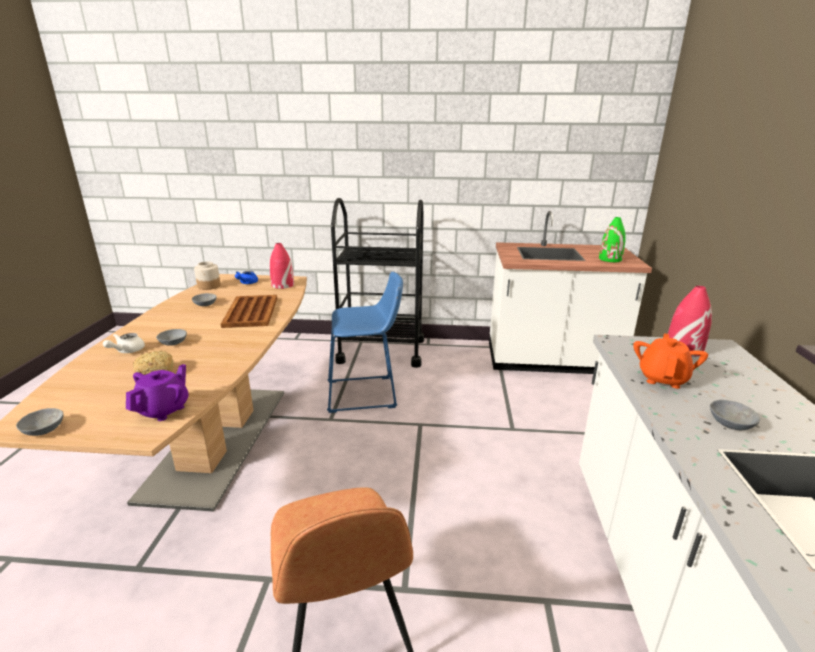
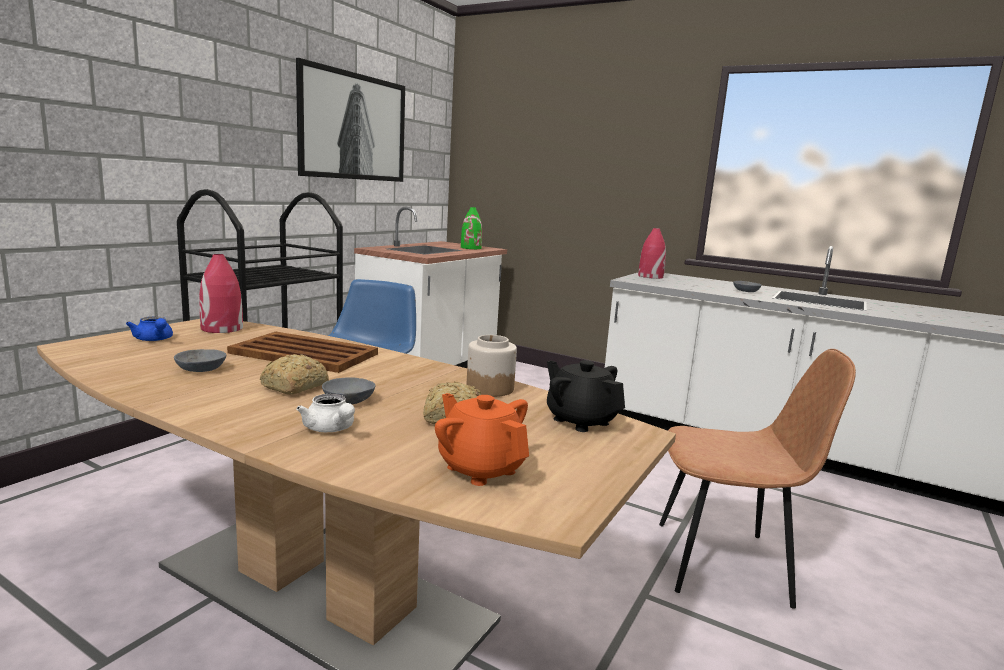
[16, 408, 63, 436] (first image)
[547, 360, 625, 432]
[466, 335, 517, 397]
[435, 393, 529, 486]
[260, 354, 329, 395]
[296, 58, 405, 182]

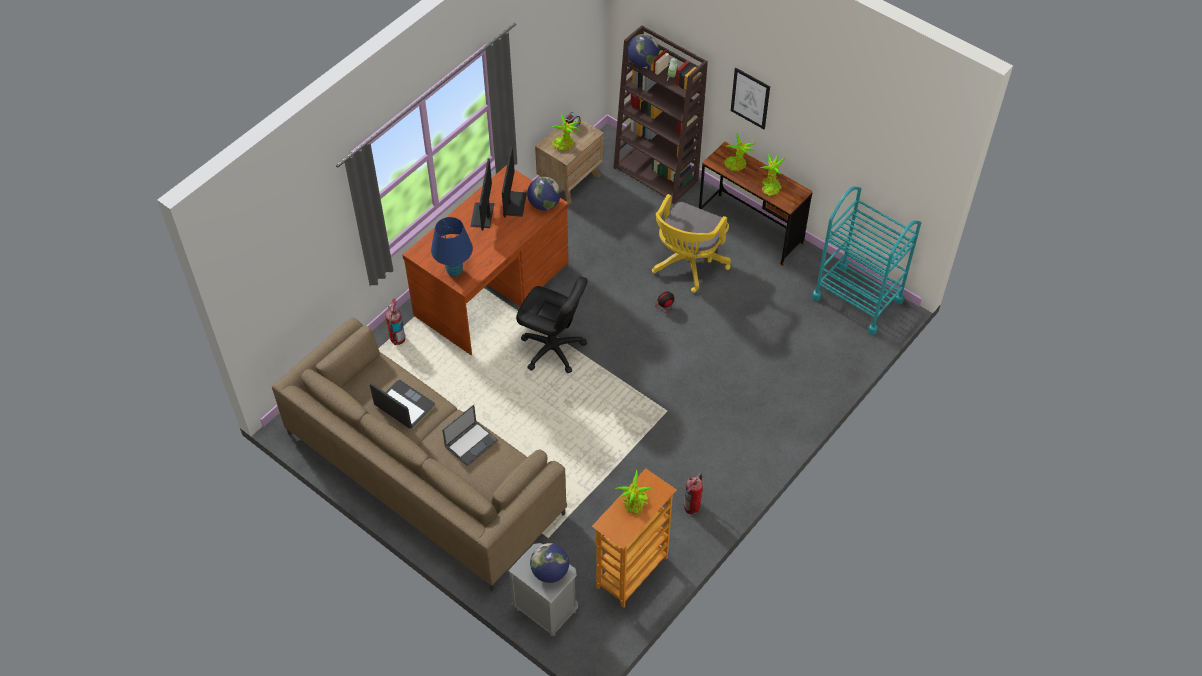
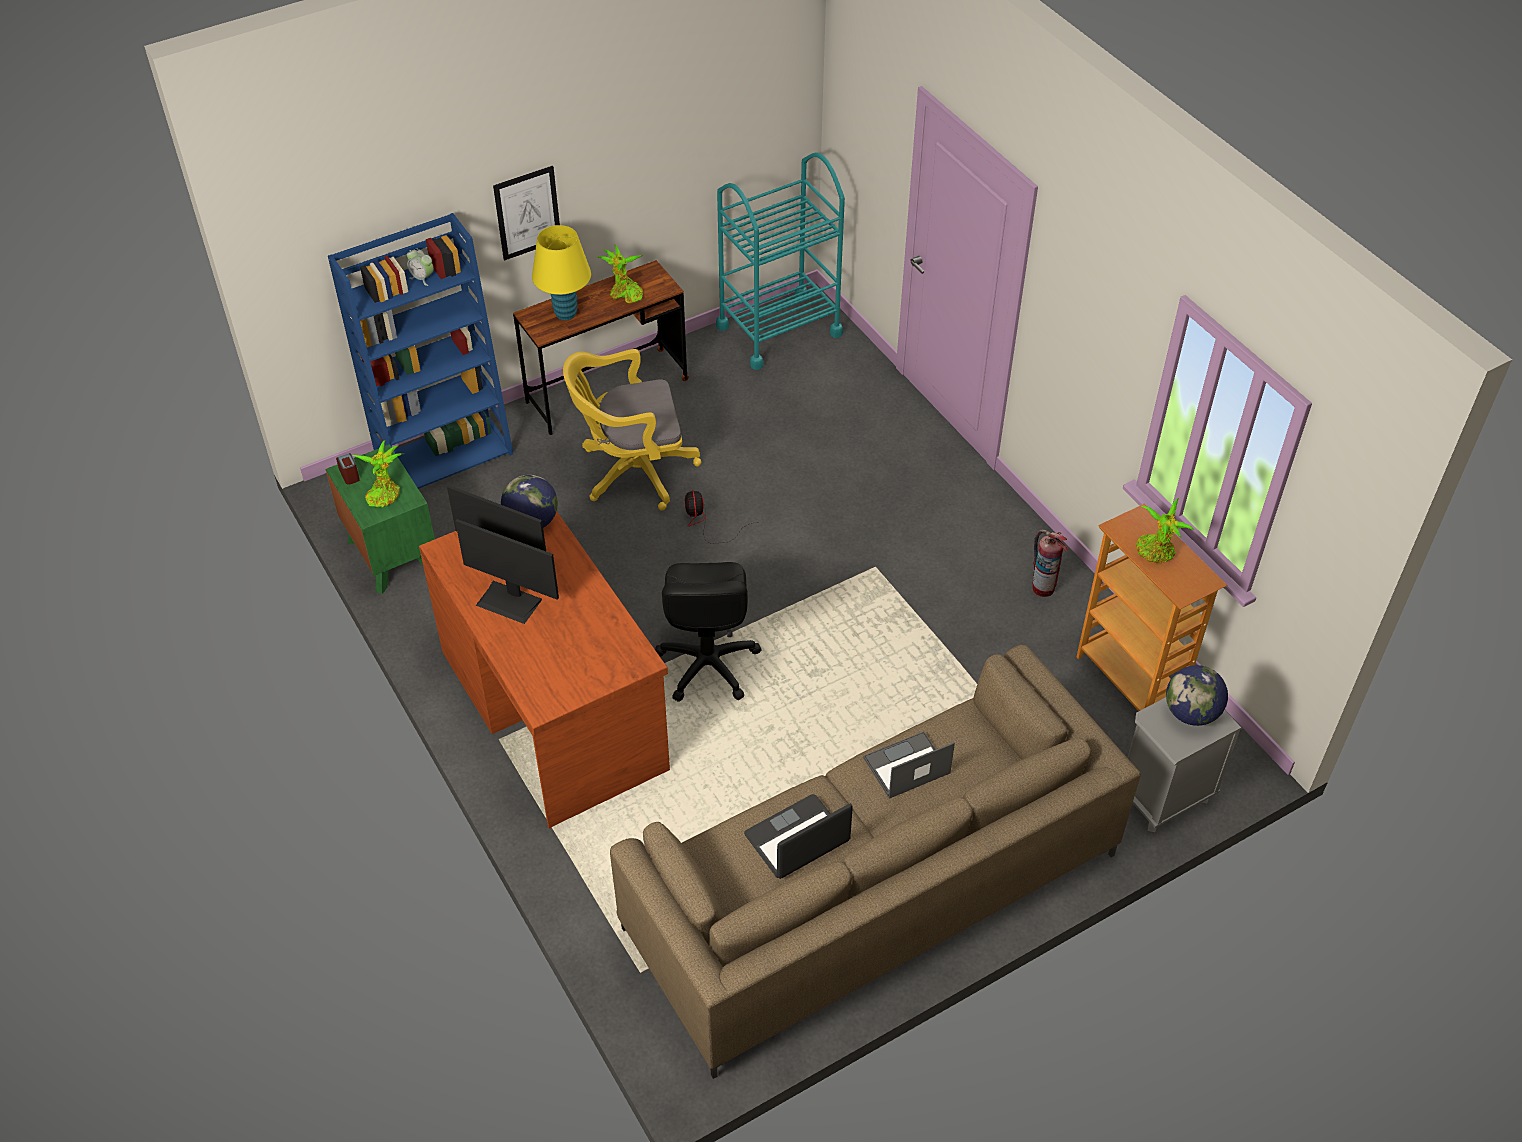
[385, 299, 405, 345] (first image)
[431, 217, 473, 277] (first image)
[863, 731, 955, 799]
[655, 562, 762, 702]
[326, 444, 435, 594]
[328, 213, 513, 489]
[627, 34, 659, 67] (first image)
[563, 349, 701, 511]
[532, 225, 591, 320]

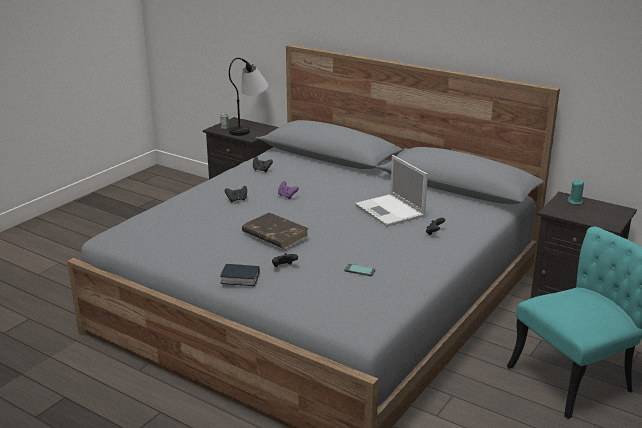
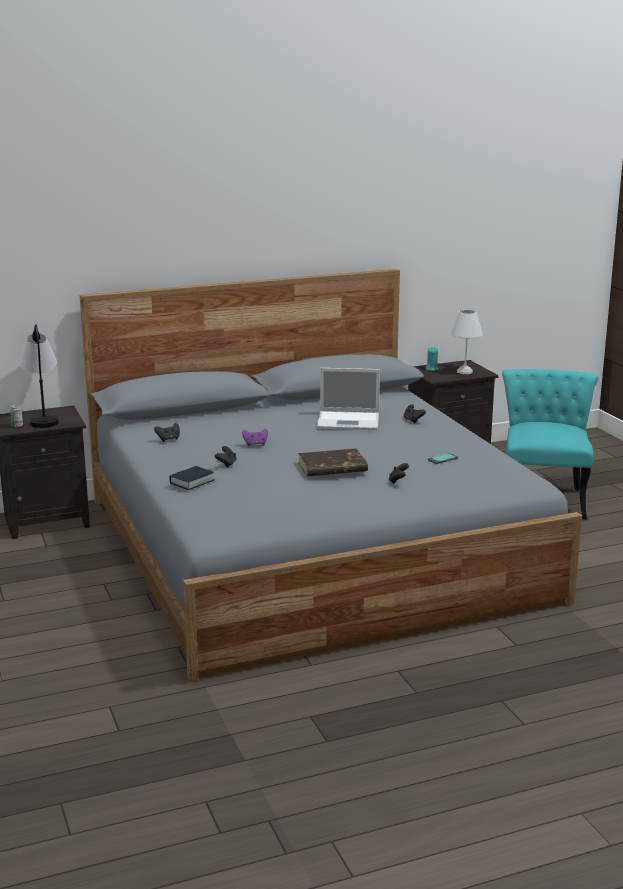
[169, 466, 215, 490]
[451, 310, 483, 374]

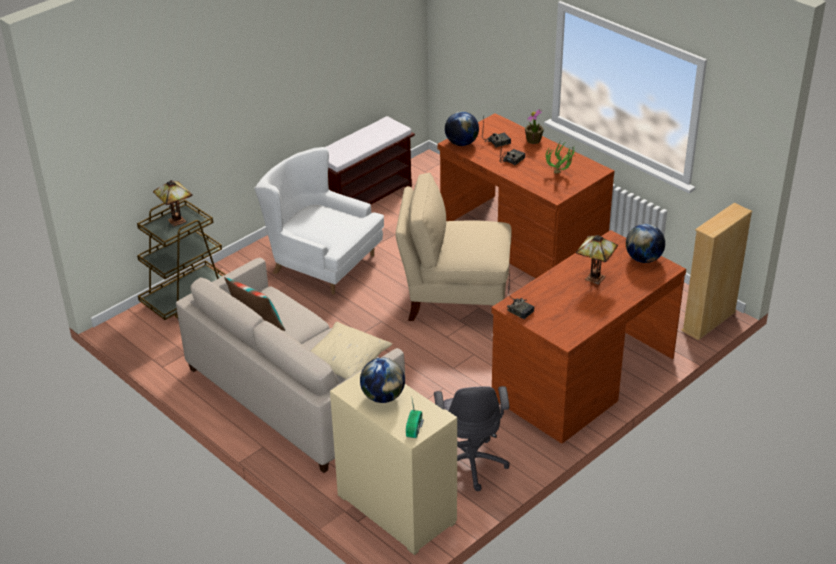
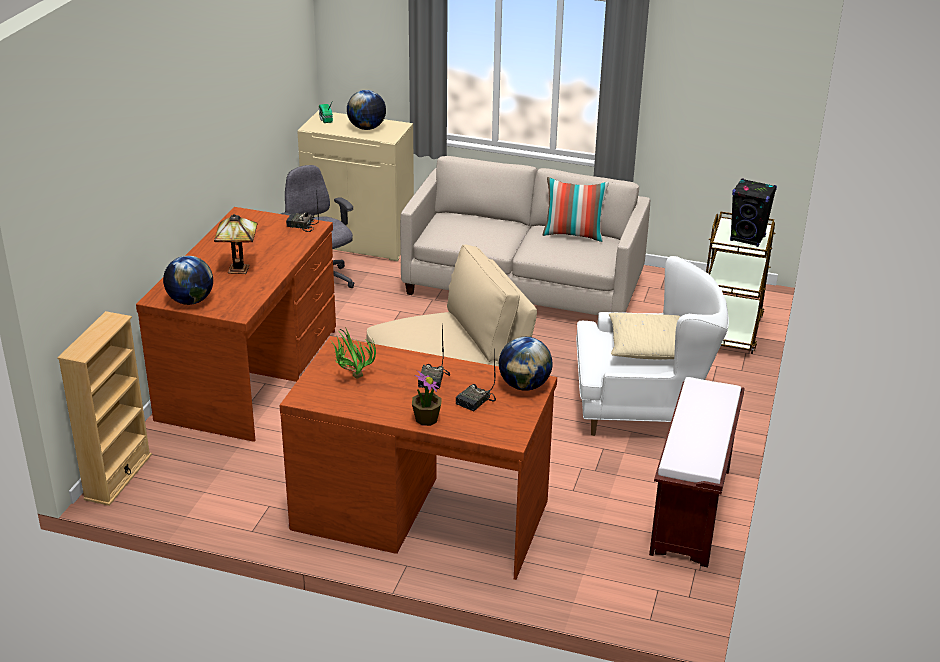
[730, 178, 777, 247]
[609, 313, 680, 360]

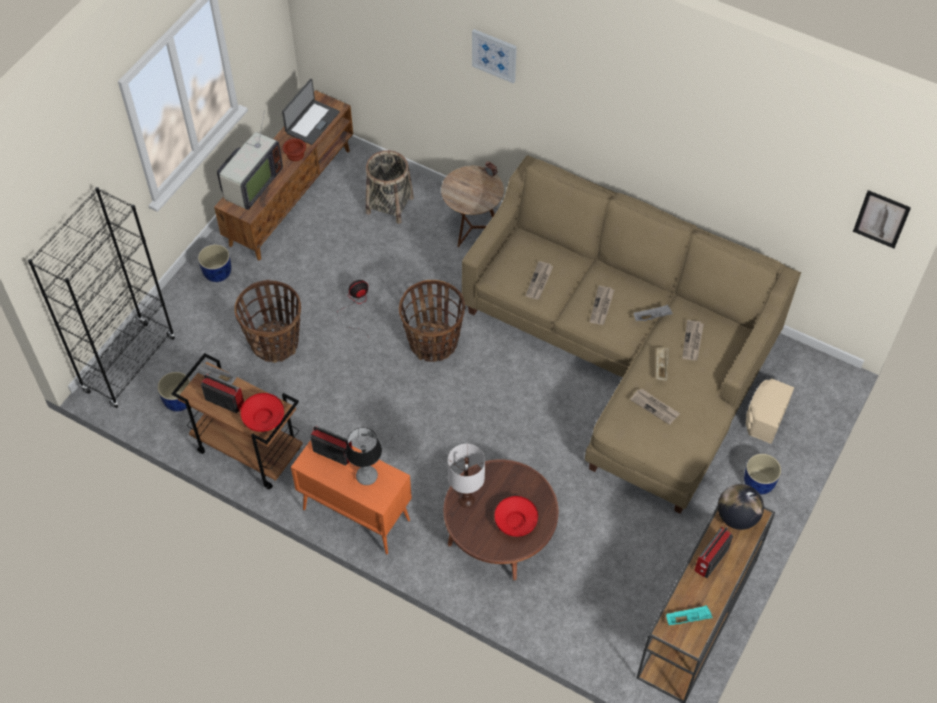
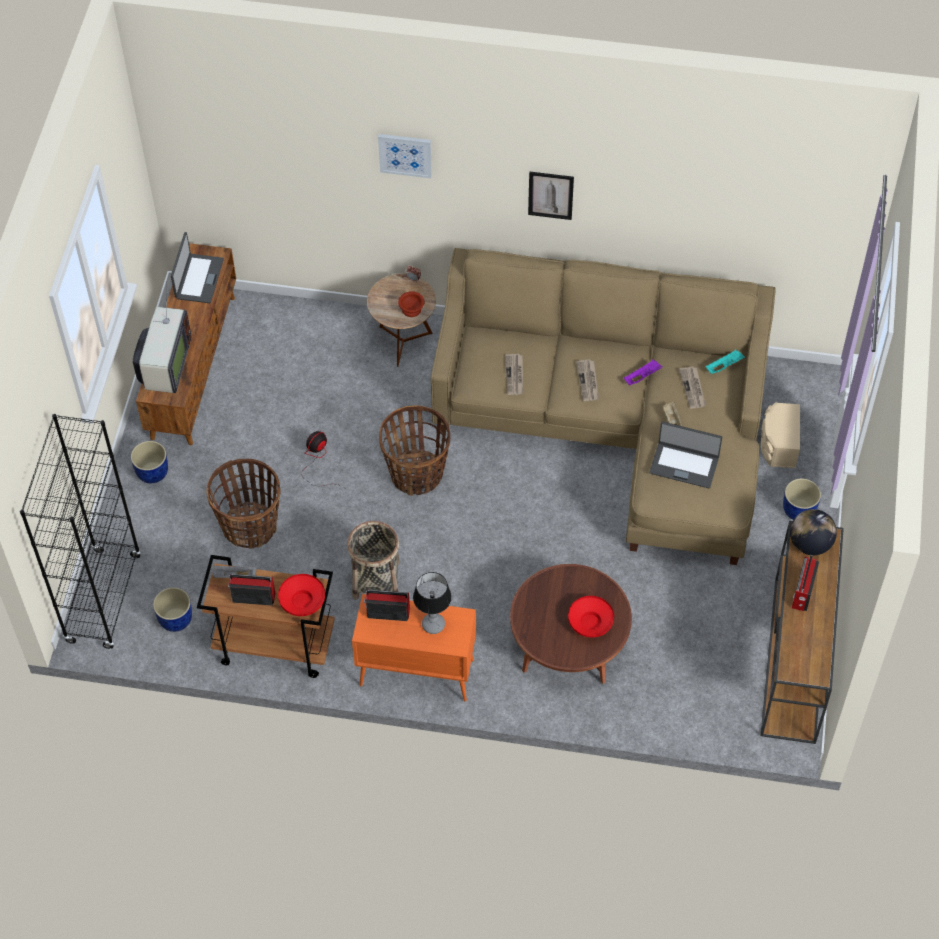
[398, 291, 424, 317]
[347, 521, 400, 600]
[448, 444, 485, 508] (first image)
[649, 422, 722, 488]
[624, 360, 663, 386]
[706, 349, 745, 374]
[528, 172, 574, 220]

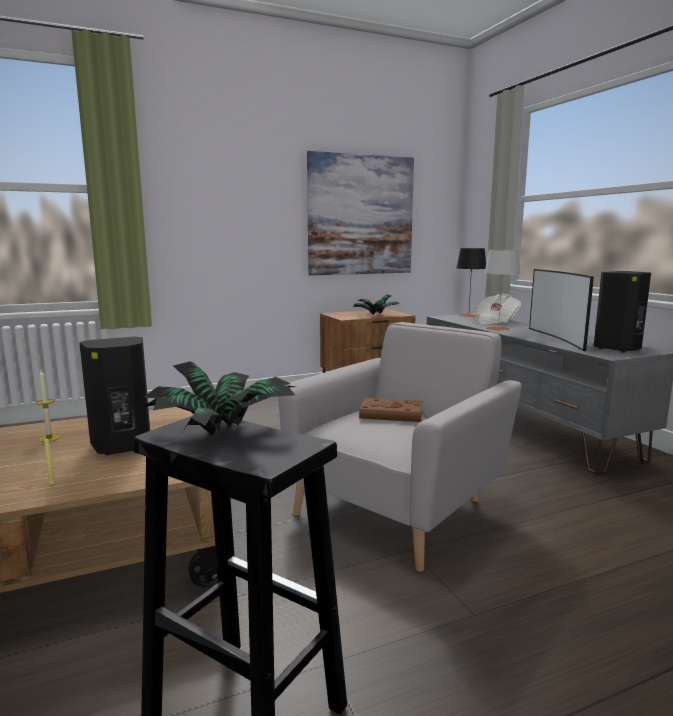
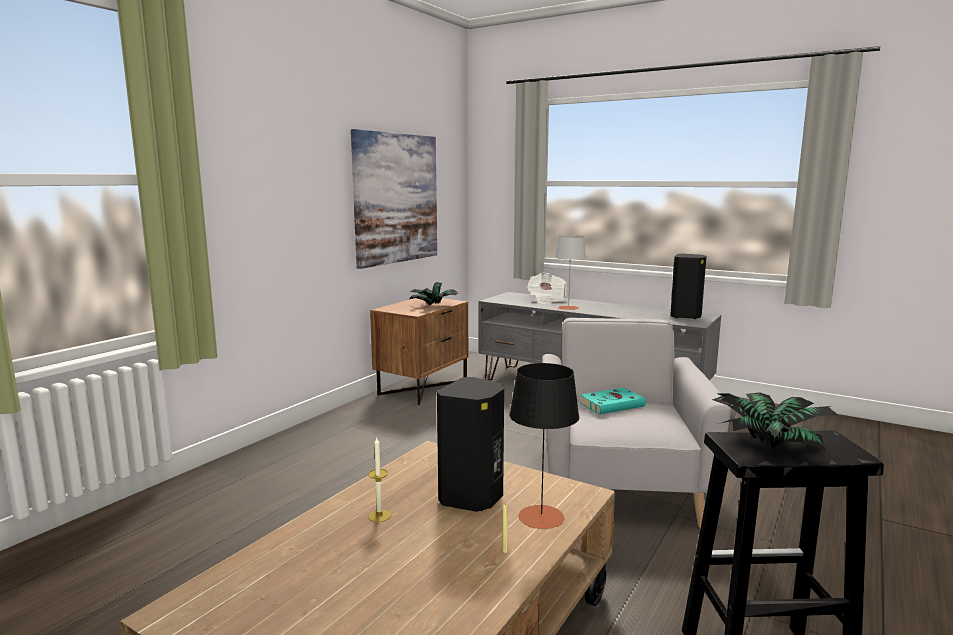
[580, 388, 646, 414]
[509, 363, 579, 529]
[529, 269, 594, 351] (first image)

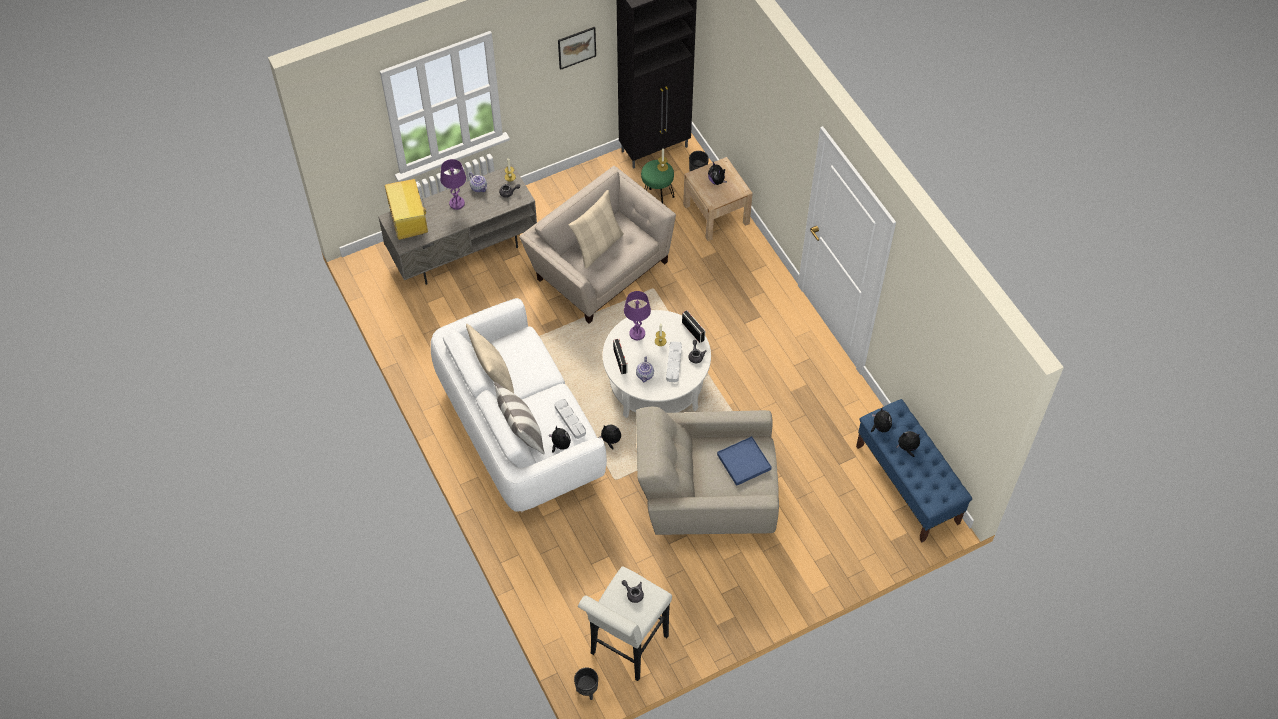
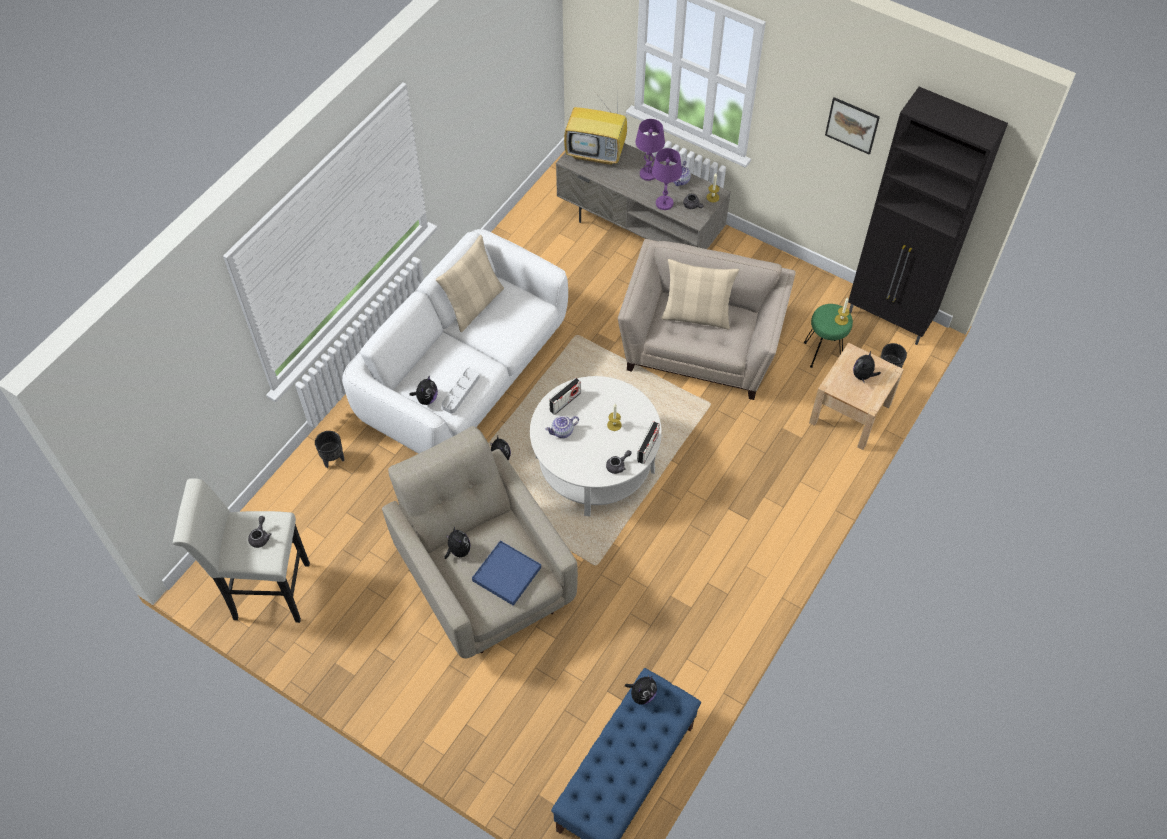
[564, 93, 627, 165]
[494, 382, 545, 454] (first image)
[315, 431, 344, 468]
[652, 148, 682, 210]
[666, 341, 682, 382] (first image)
[445, 526, 471, 559]

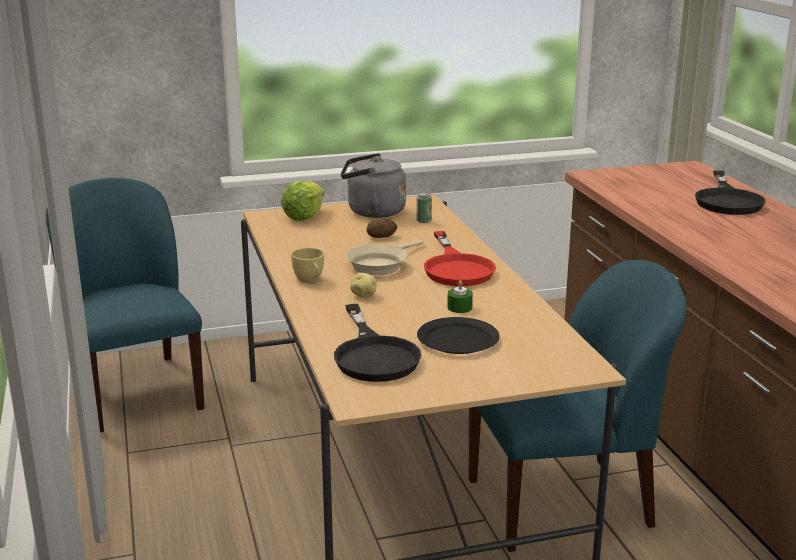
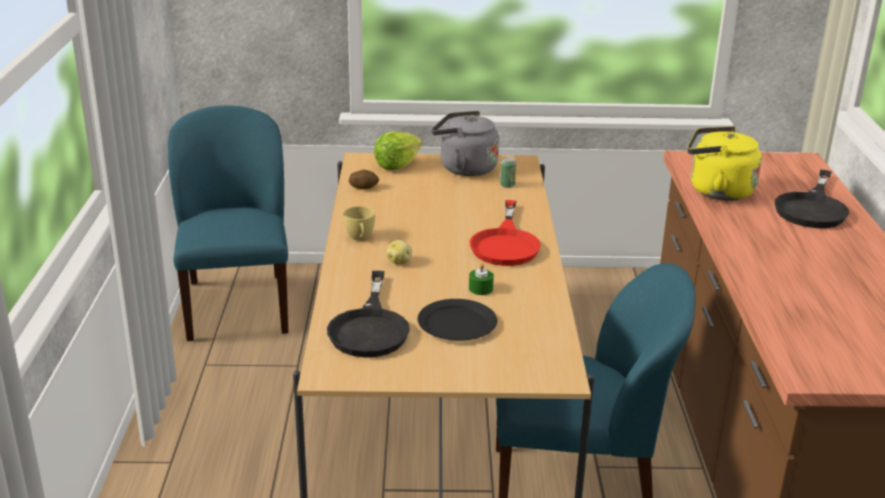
[346, 240, 424, 275] (first image)
[349, 170, 379, 189]
[687, 126, 762, 201]

